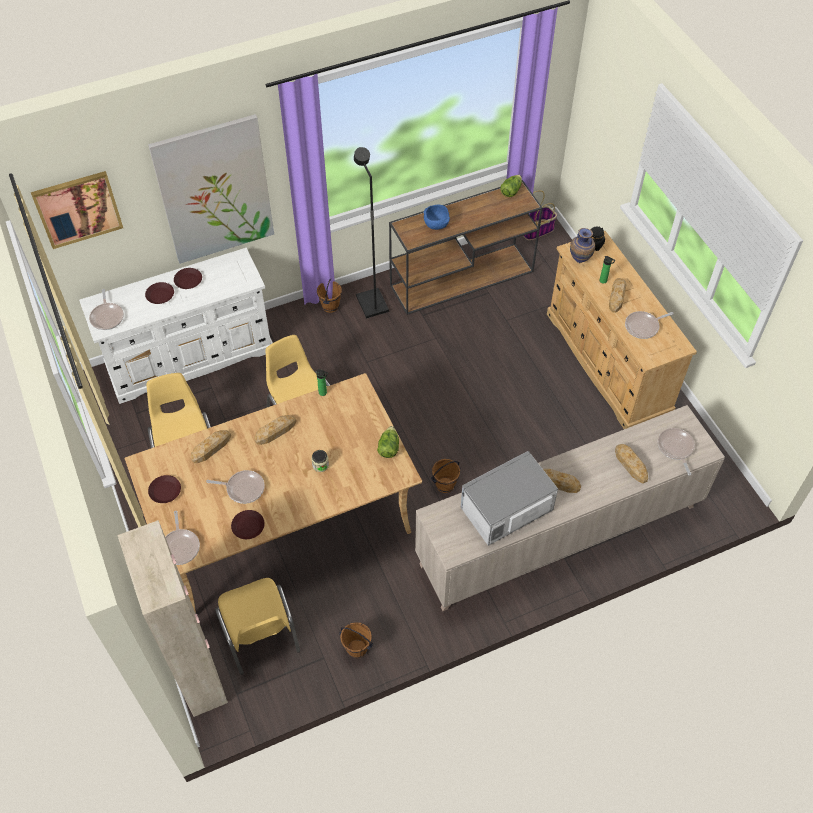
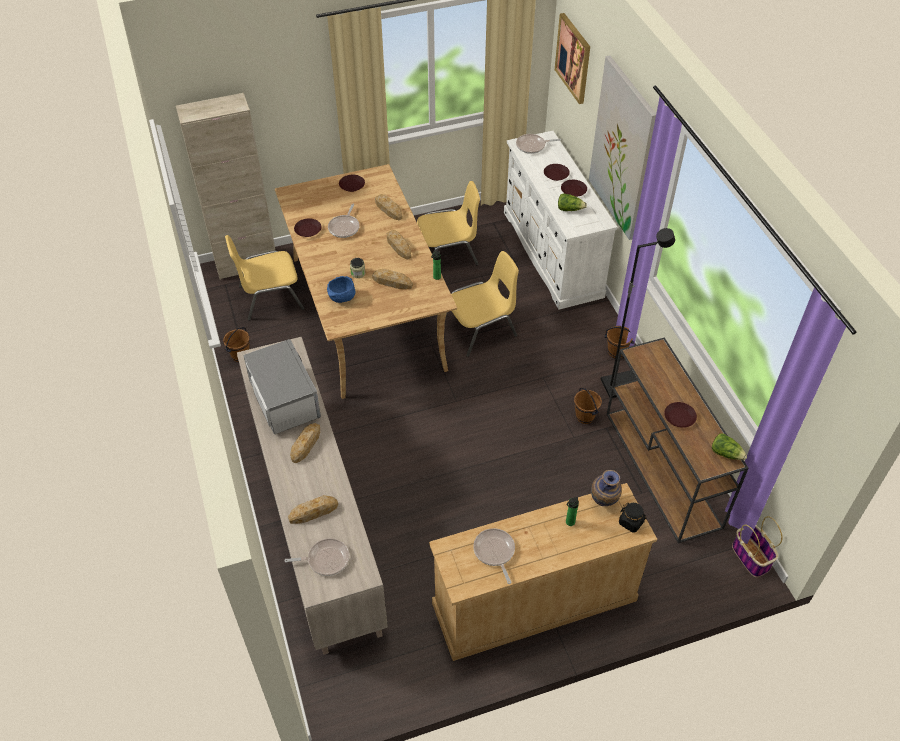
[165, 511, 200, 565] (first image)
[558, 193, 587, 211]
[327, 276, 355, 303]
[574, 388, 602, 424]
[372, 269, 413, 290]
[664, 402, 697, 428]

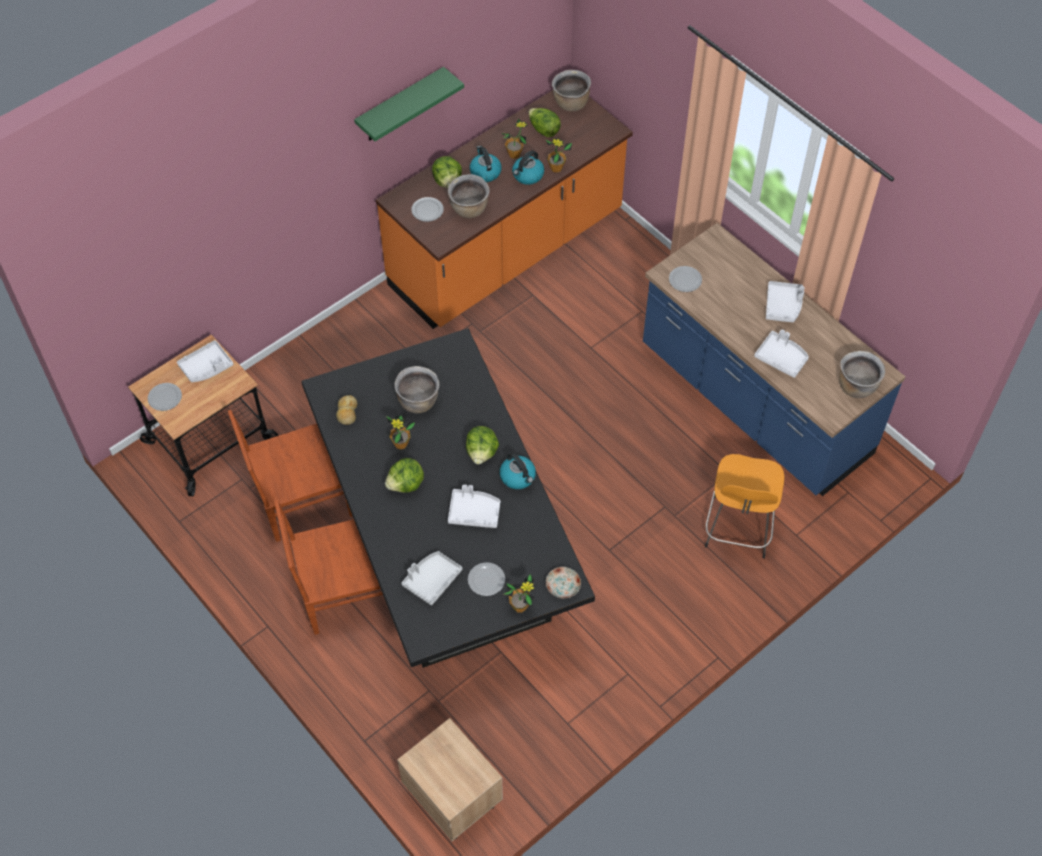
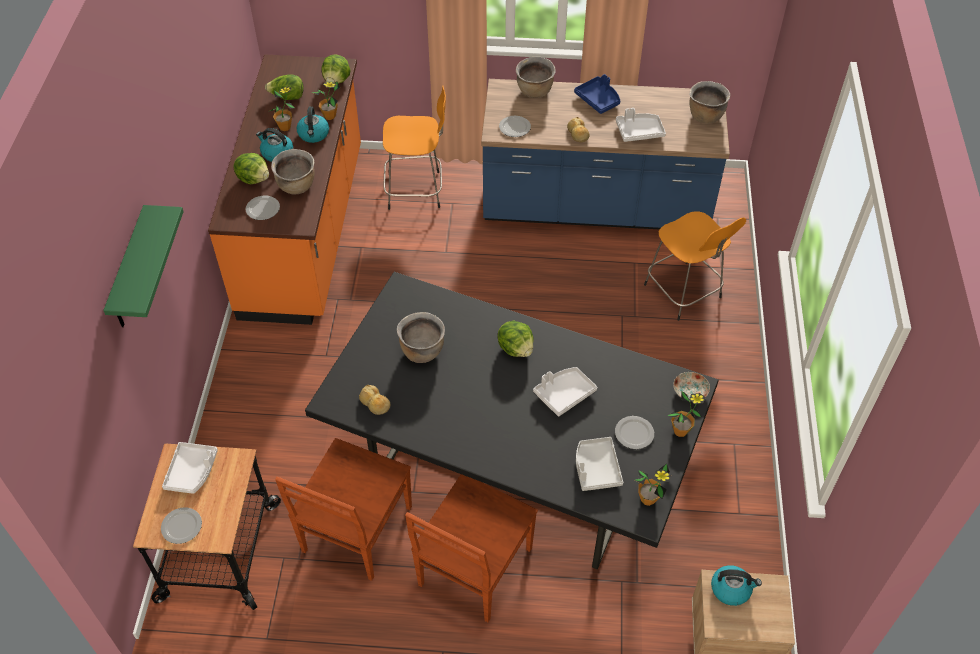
[103, 205, 184, 327]
[322, 55, 350, 84]
[635, 464, 671, 506]
[711, 565, 762, 606]
[516, 57, 555, 98]
[574, 74, 620, 114]
[383, 86, 446, 210]
[567, 117, 589, 142]

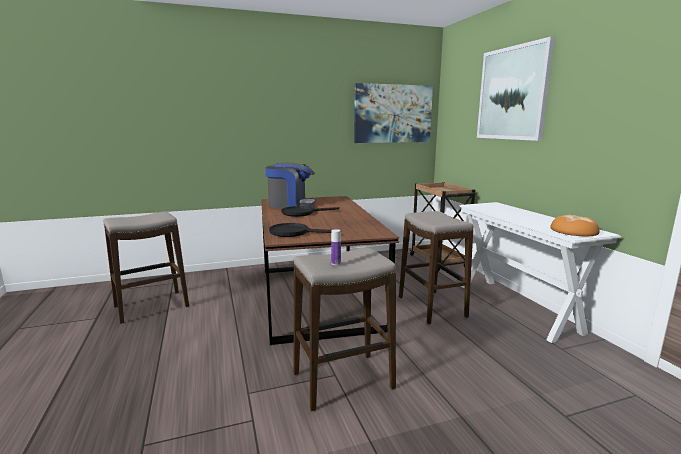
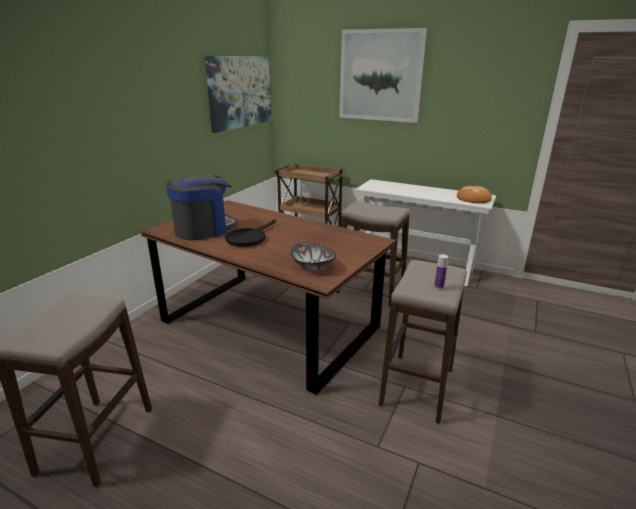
[291, 242, 336, 270]

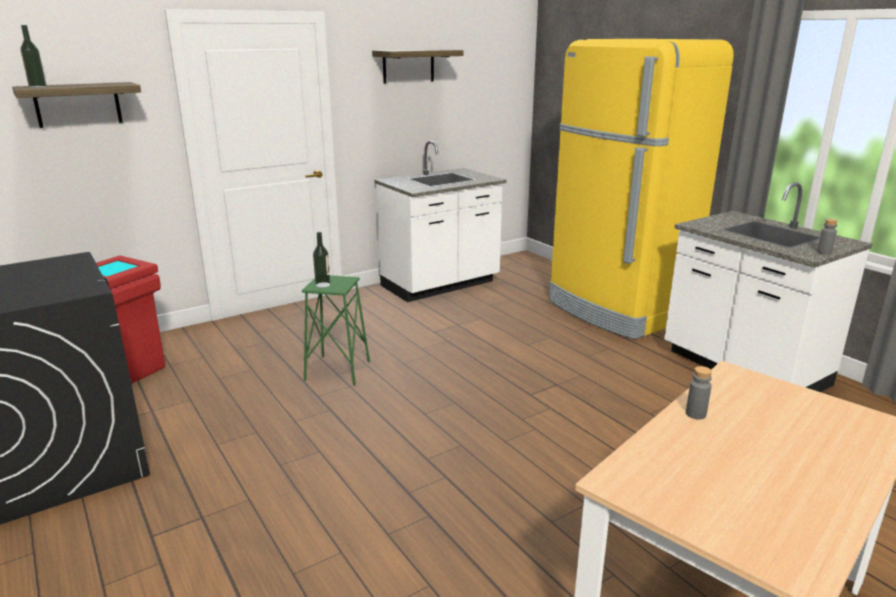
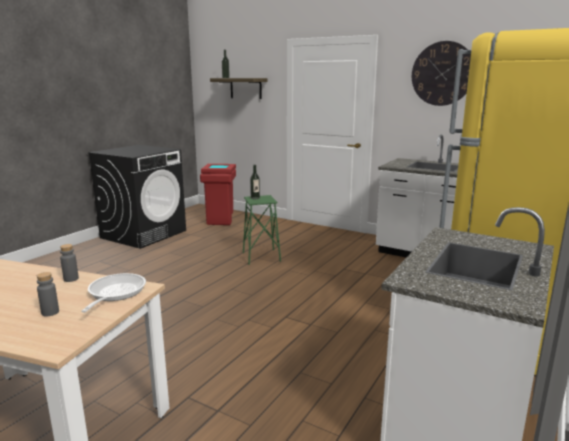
[412, 41, 471, 106]
[37, 272, 59, 316]
[81, 273, 146, 312]

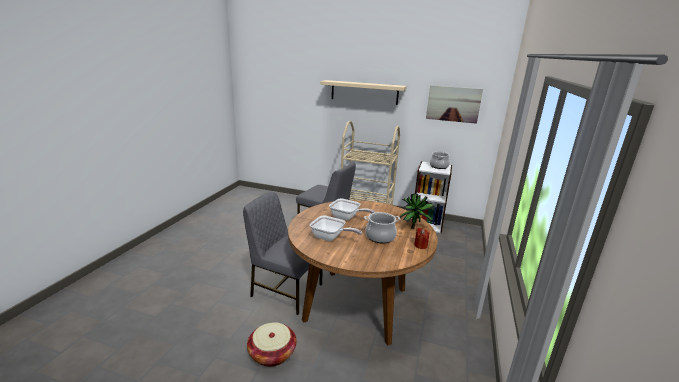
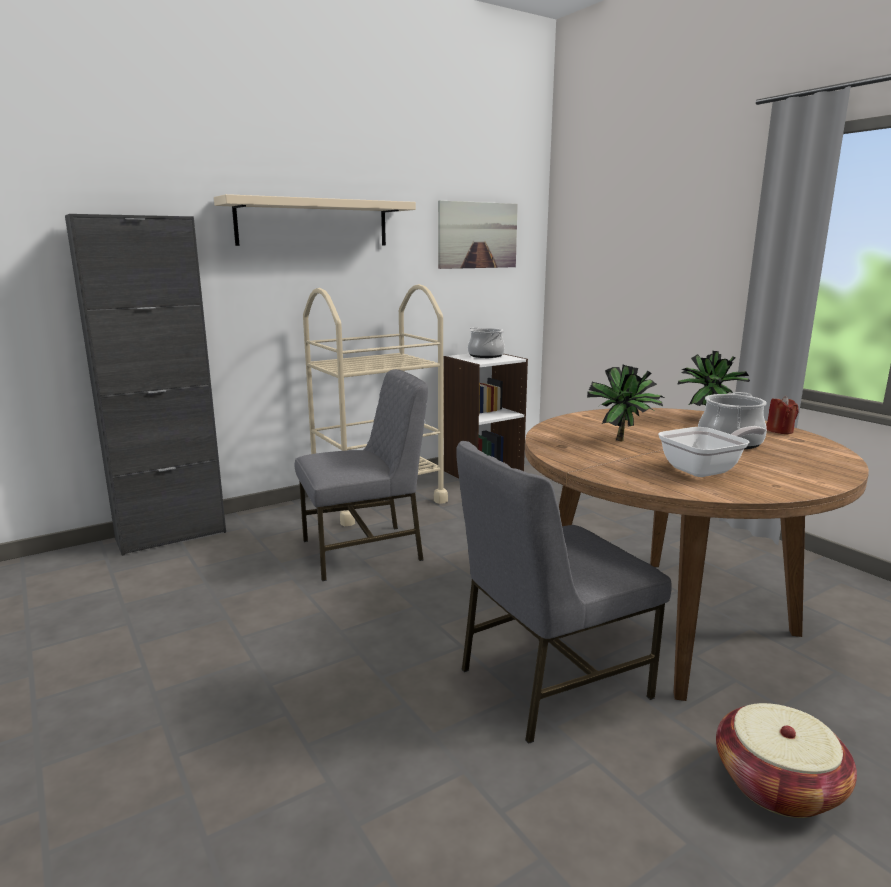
[587, 365, 664, 441]
[65, 214, 226, 556]

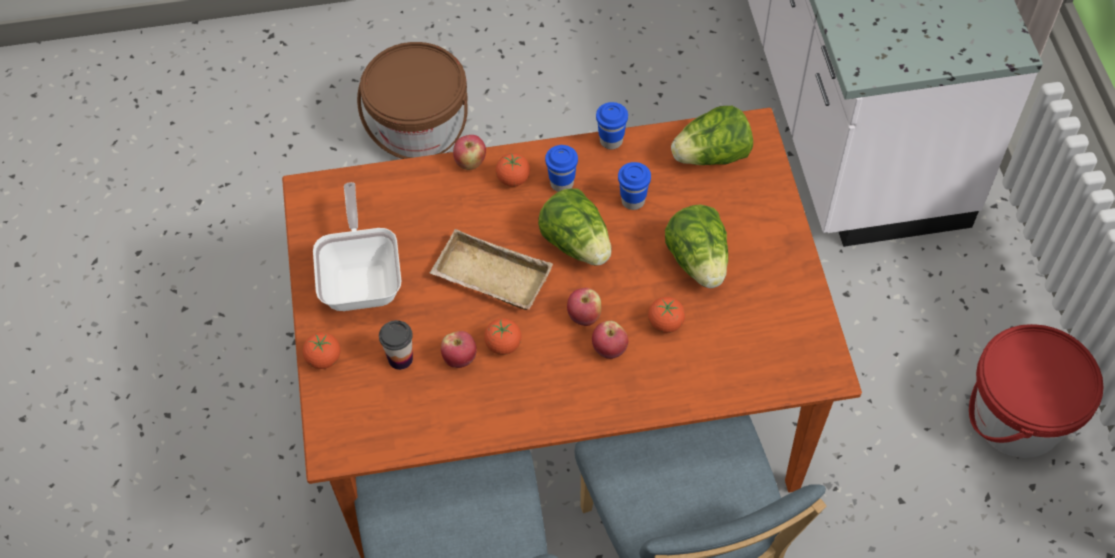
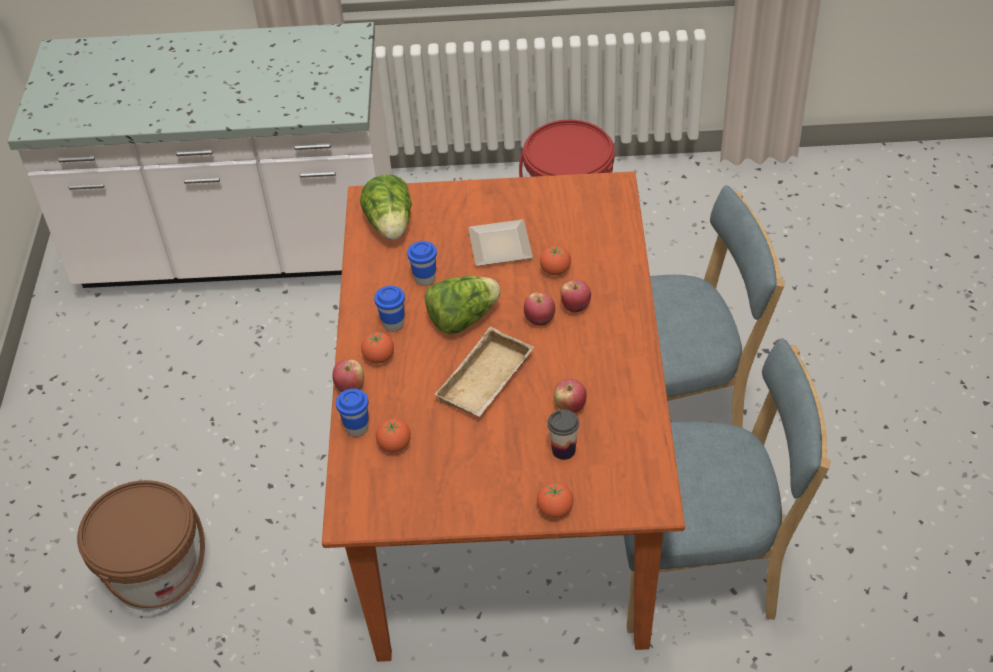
[313, 182, 401, 311] (first image)
[376, 419, 411, 452]
[336, 389, 369, 437]
[468, 219, 533, 266]

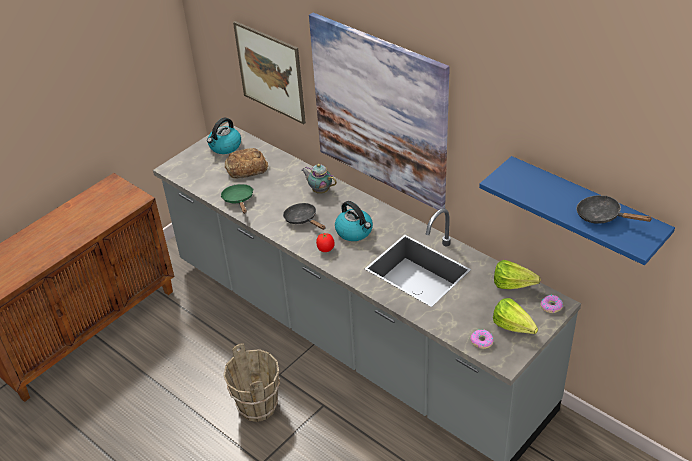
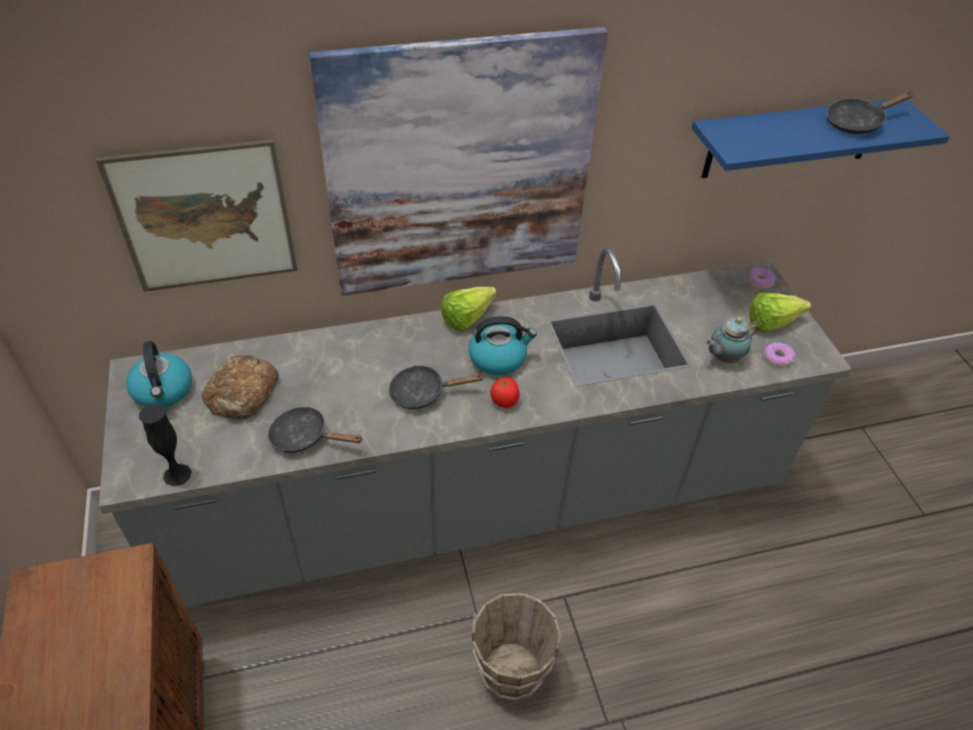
[268, 406, 363, 453]
[705, 317, 759, 363]
[441, 287, 497, 331]
[139, 404, 192, 486]

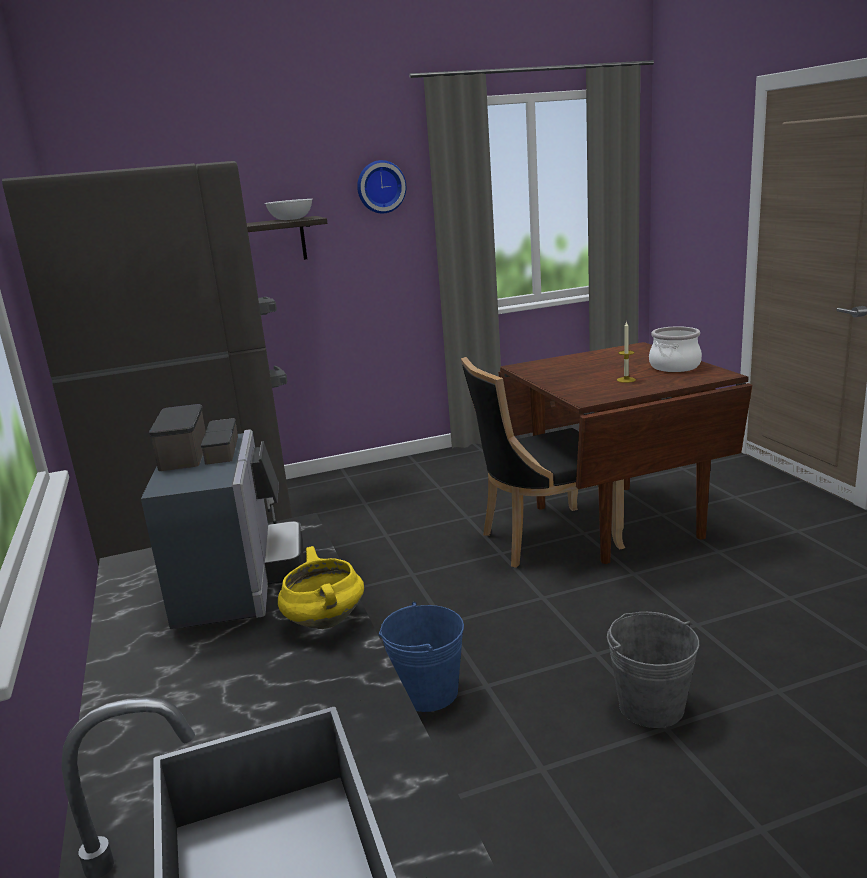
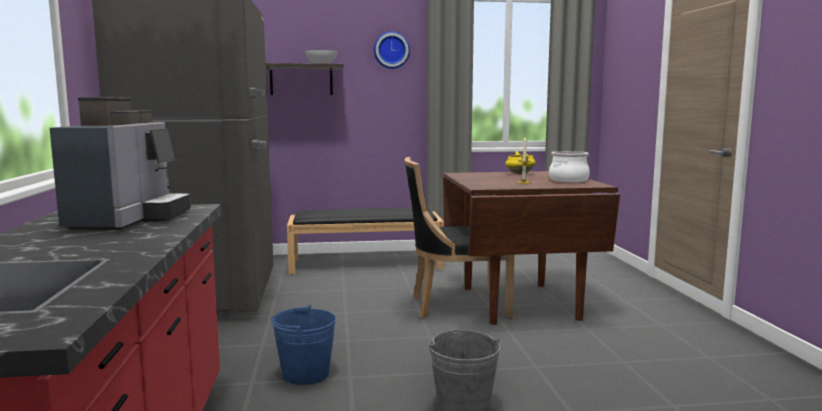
[505, 151, 536, 174]
[287, 208, 444, 274]

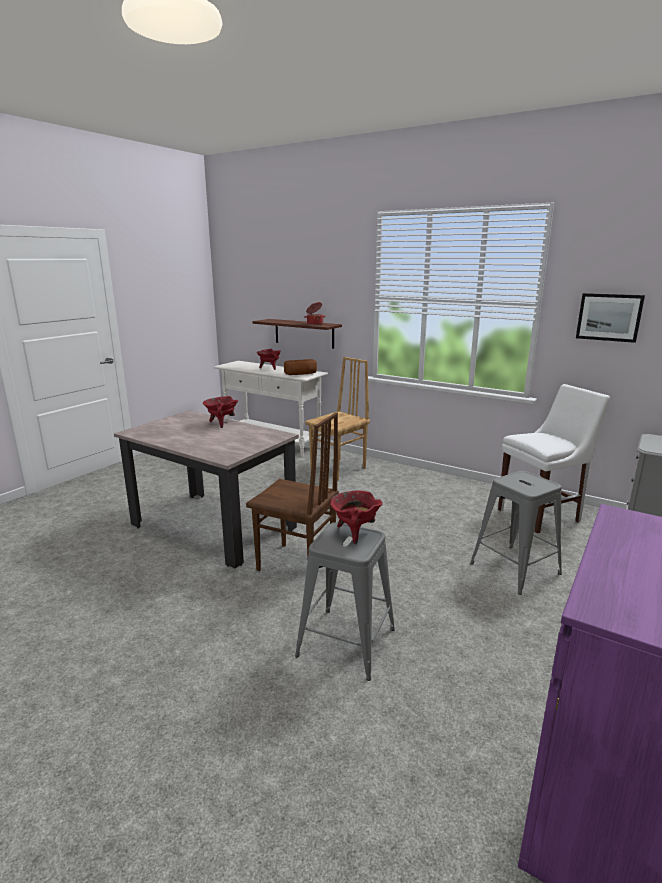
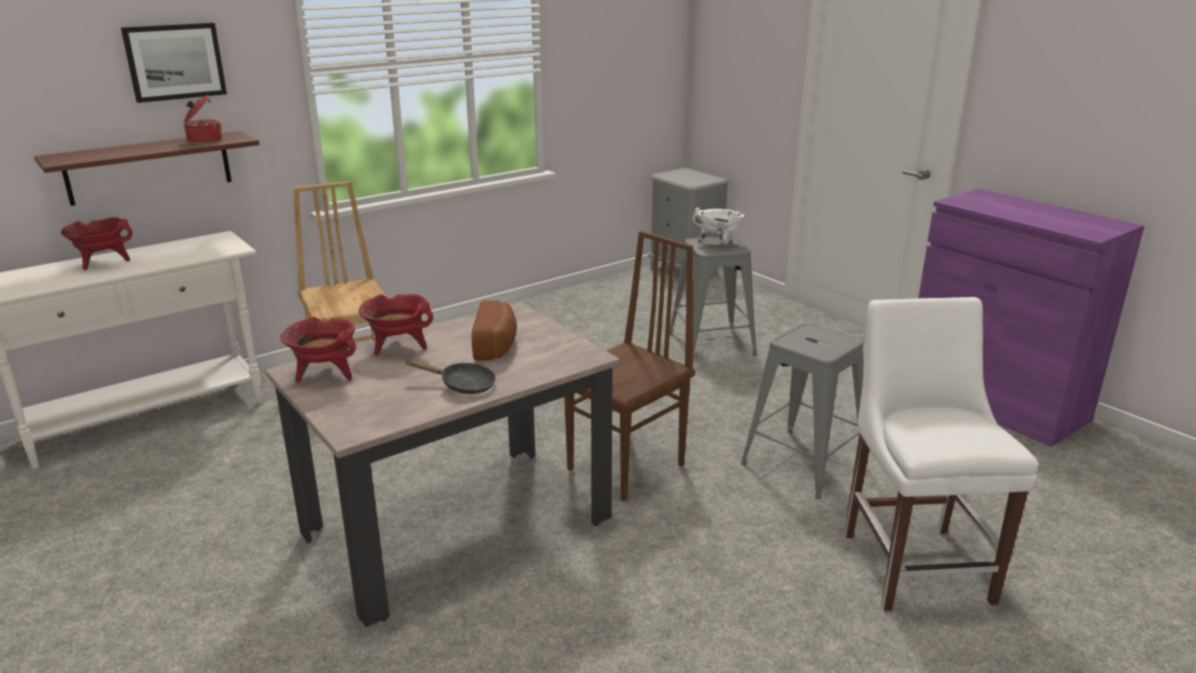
[472, 300, 517, 361]
[280, 317, 356, 382]
[844, 297, 1038, 611]
[121, 23, 227, 103]
[405, 359, 496, 394]
[693, 208, 744, 243]

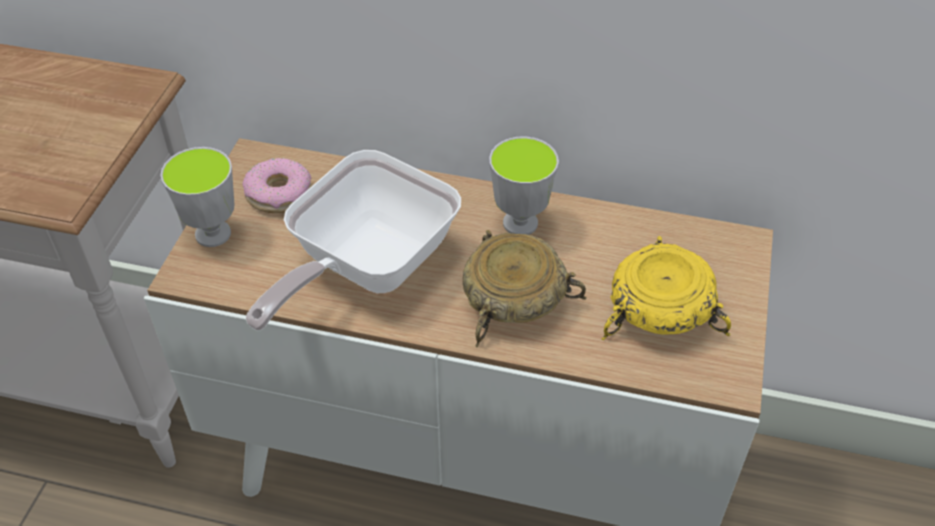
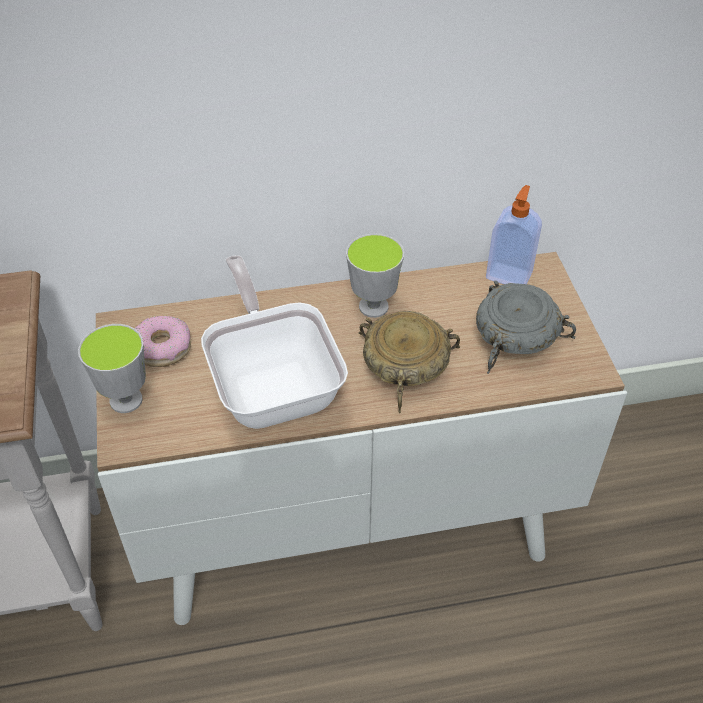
[201, 255, 348, 429]
[476, 281, 576, 374]
[486, 185, 542, 284]

